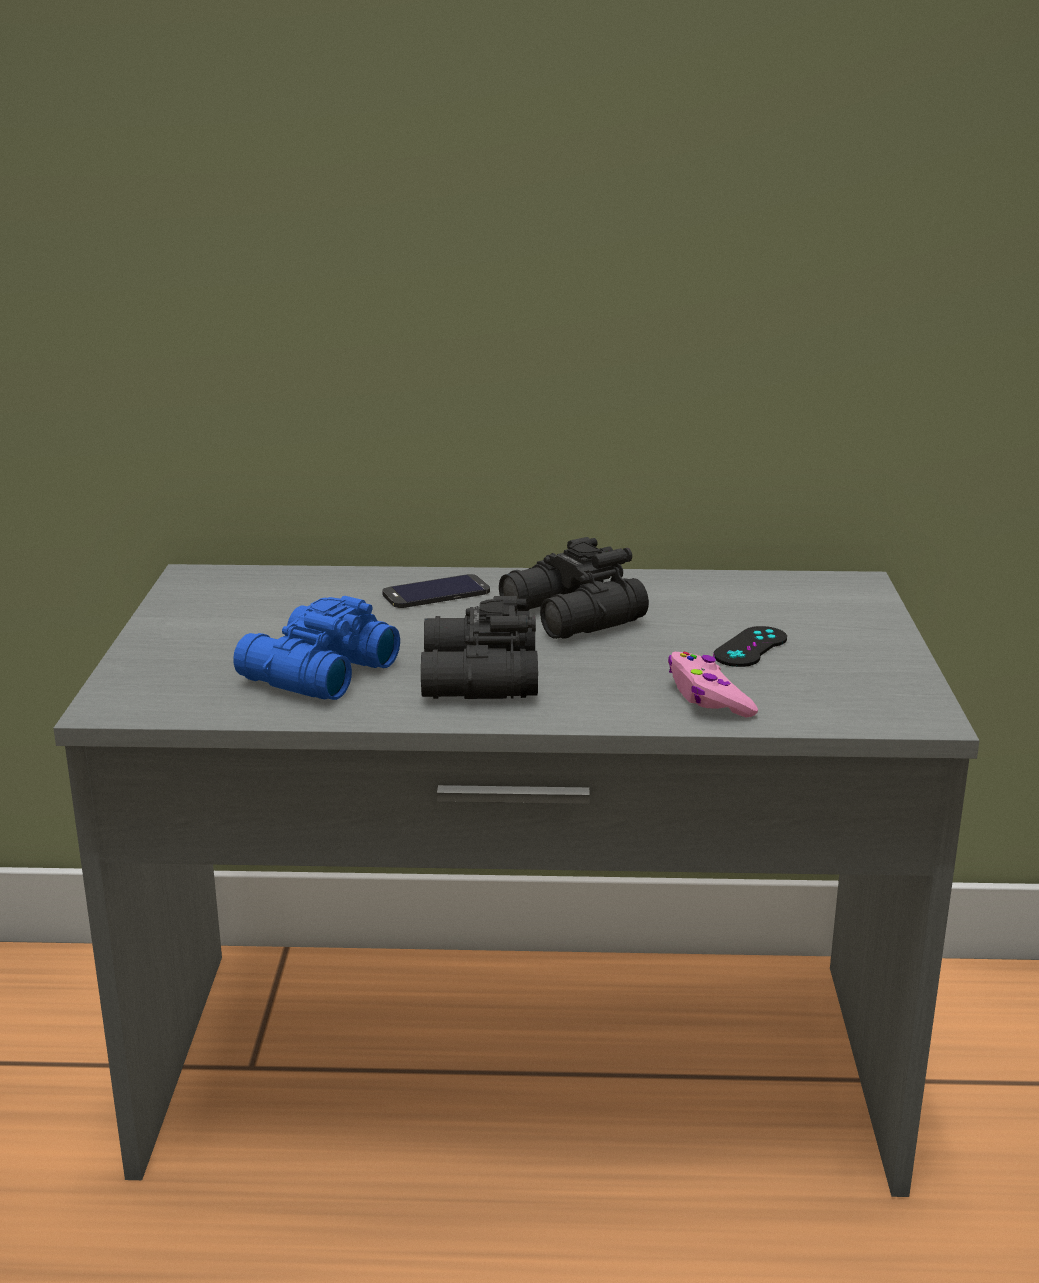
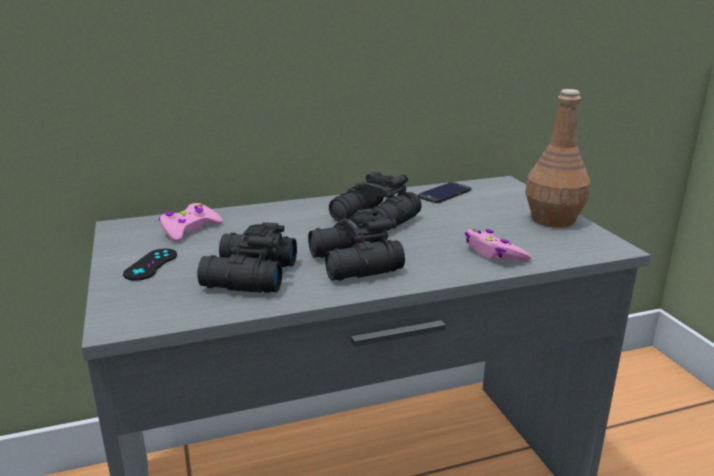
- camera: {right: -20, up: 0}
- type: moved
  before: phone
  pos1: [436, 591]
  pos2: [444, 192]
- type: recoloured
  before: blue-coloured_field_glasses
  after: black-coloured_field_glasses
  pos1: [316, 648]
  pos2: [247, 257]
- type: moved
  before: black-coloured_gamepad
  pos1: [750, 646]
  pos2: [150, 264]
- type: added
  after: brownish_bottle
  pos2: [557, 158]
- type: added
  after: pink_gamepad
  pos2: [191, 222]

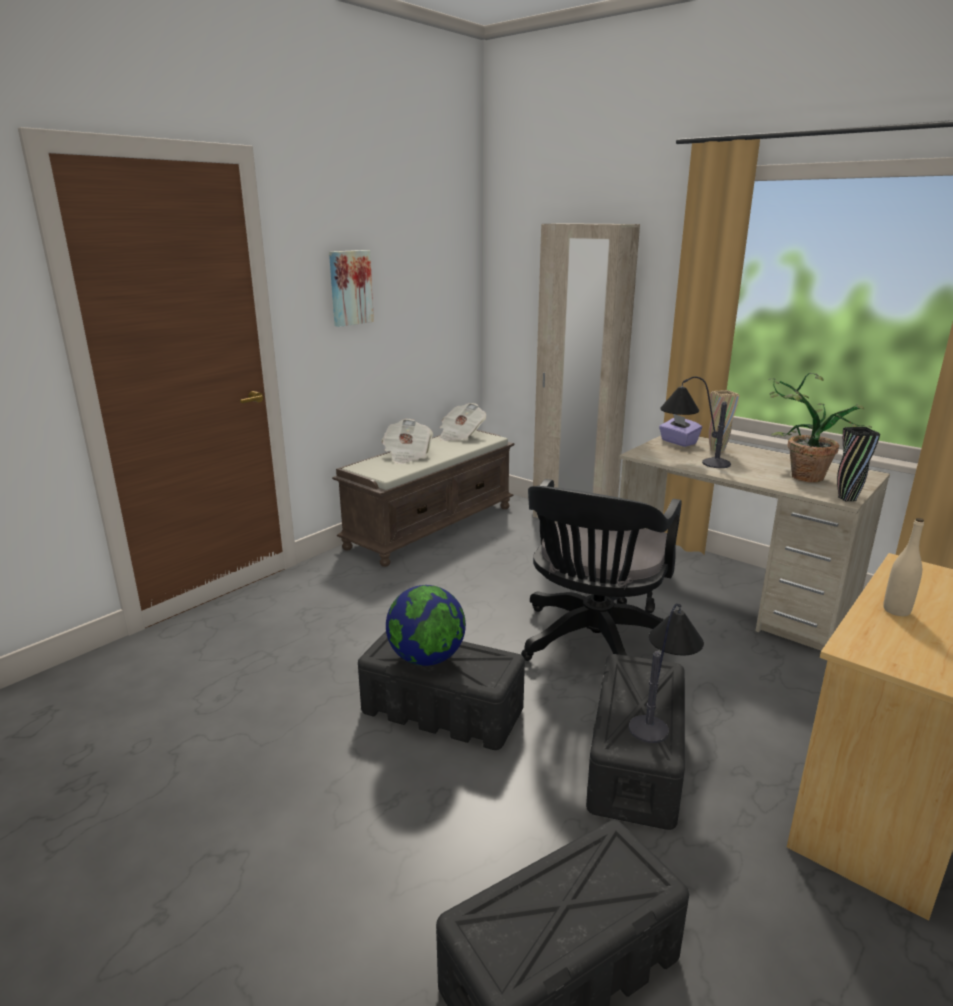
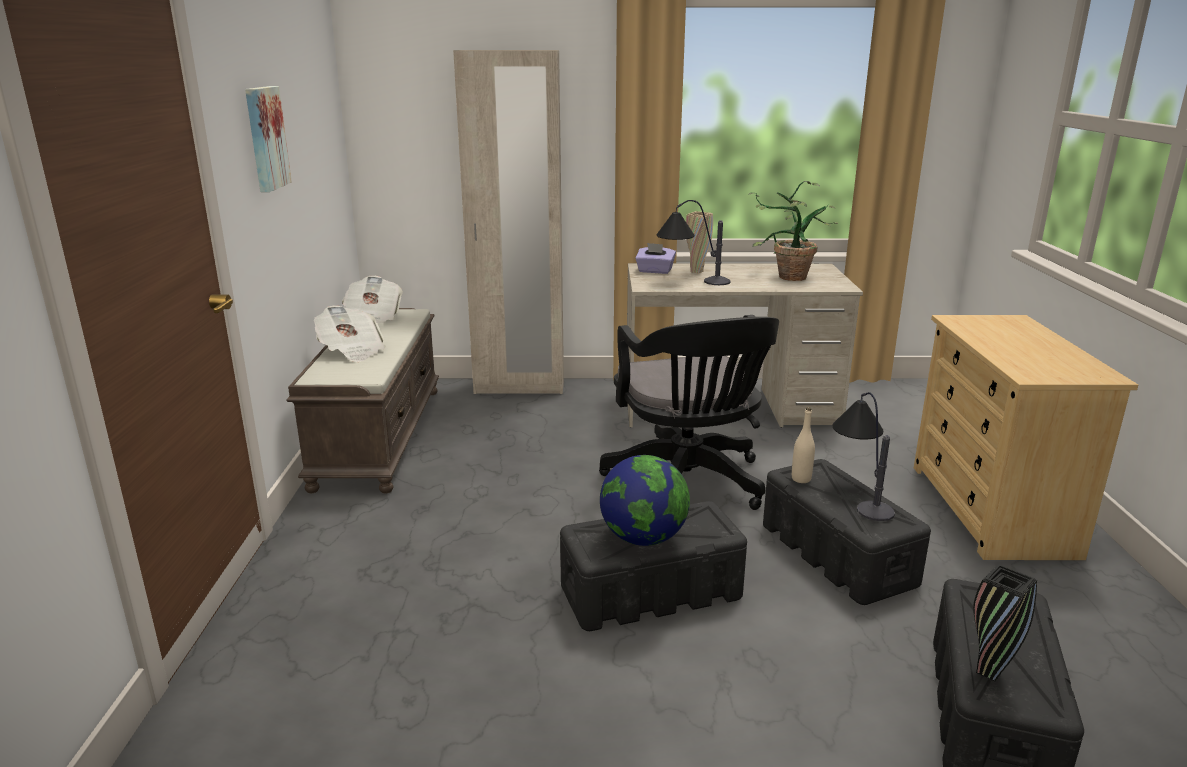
- camera: {right: -40, up: 0}
- type: moved
  before: black-coloured_flower_vase
  pos1: [858, 464]
  pos2: [1005, 622]
- type: moved
  before: beige_bottle
  pos1: [903, 567]
  pos2: [803, 445]

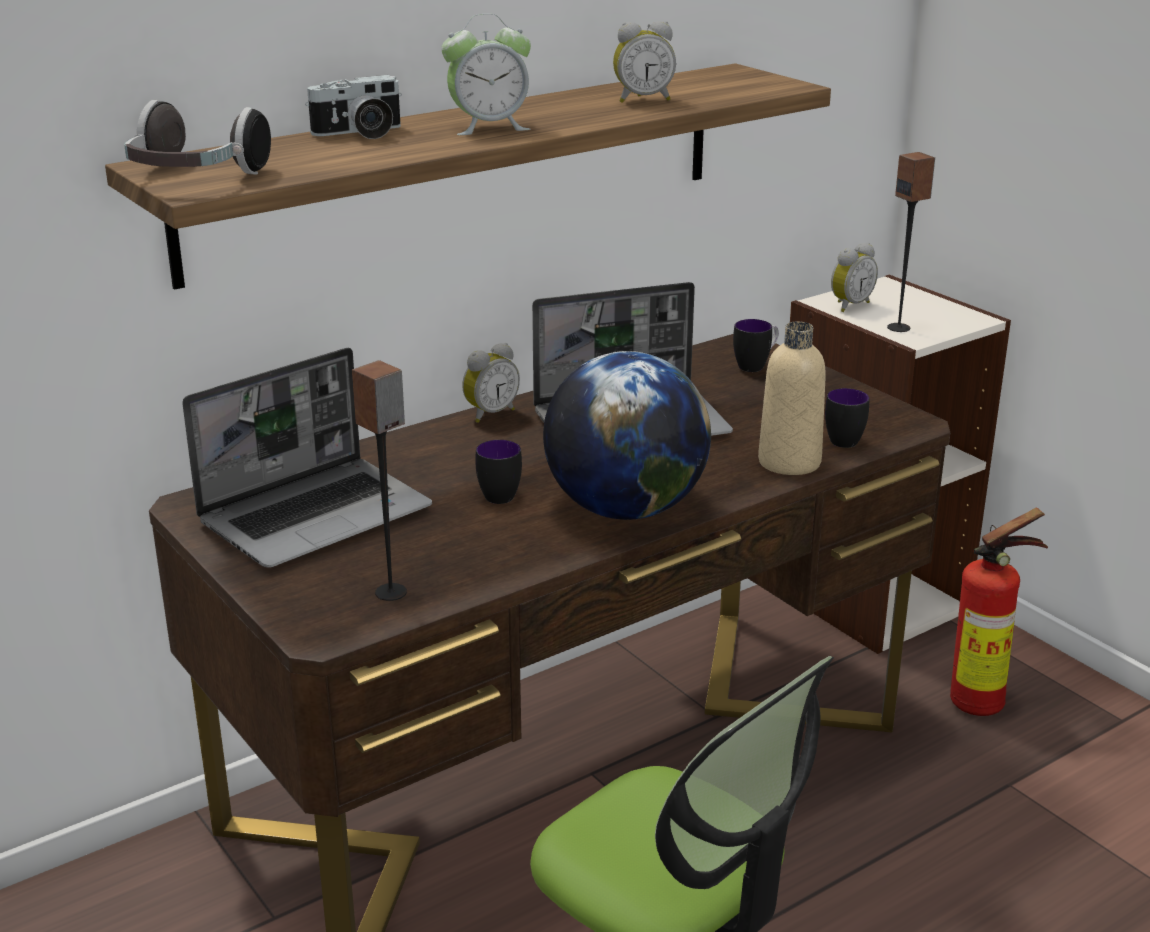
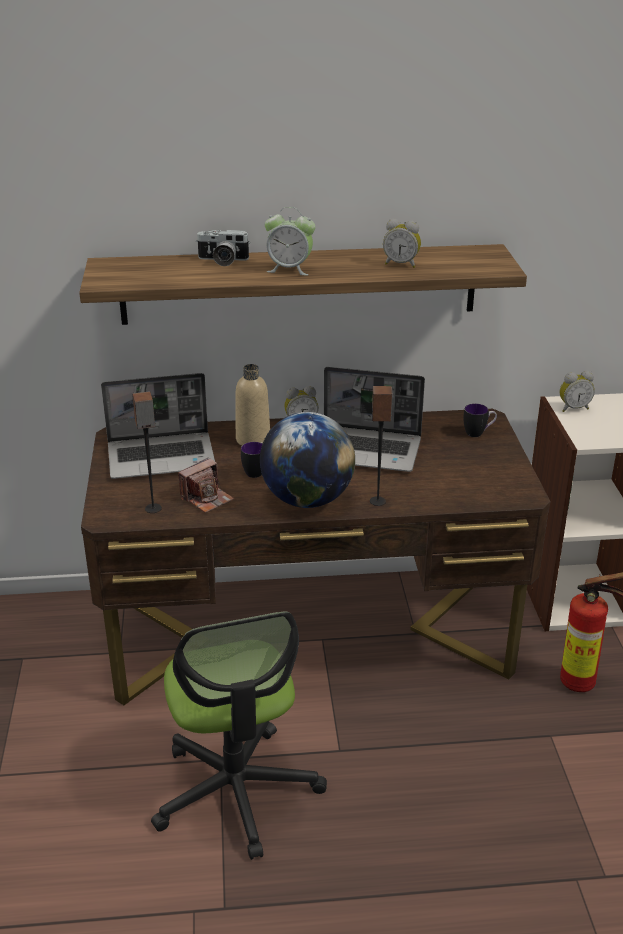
- camera: {right: 30, up: 5}
- type: removed
  before: headphones
  pos1: [197, 137]
- type: moved
  before: speaker
  pos1: [911, 242]
  pos2: [381, 446]
- type: moved
  before: beige_bottle
  pos1: [792, 398]
  pos2: [252, 405]
- type: removed
  before: mug
  pos1: [847, 418]
- type: added
  after: still_camera
  pos2: [206, 485]

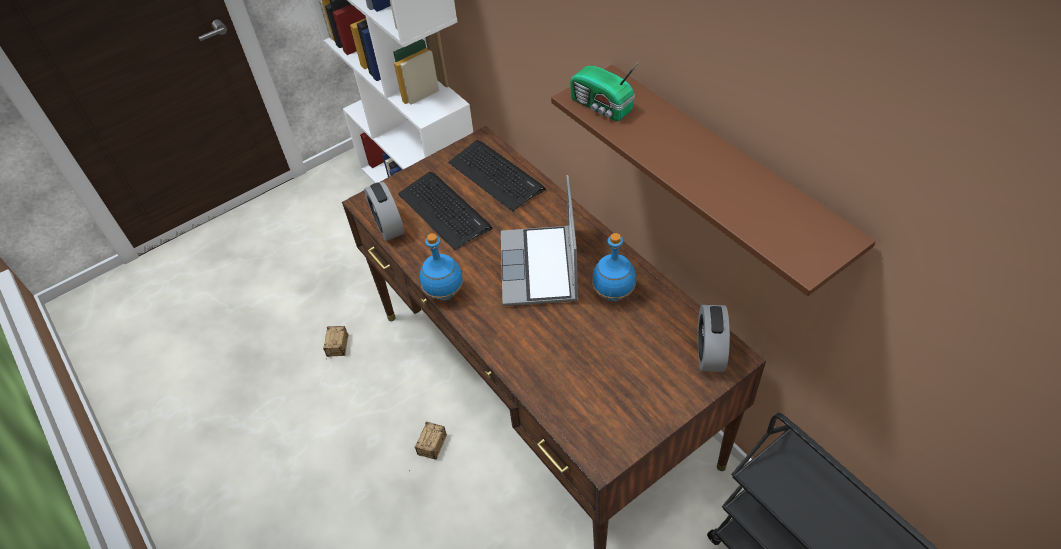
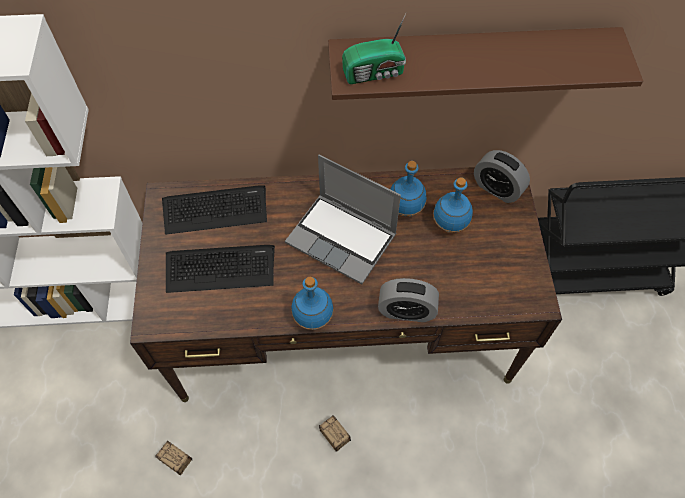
- camera: {right: -60, up: 10}
- type: moved
  before: alarm_clock
  pos1: [384, 211]
  pos2: [408, 300]
- type: added
  after: blue-coloured_bottle
  pos2: [453, 205]

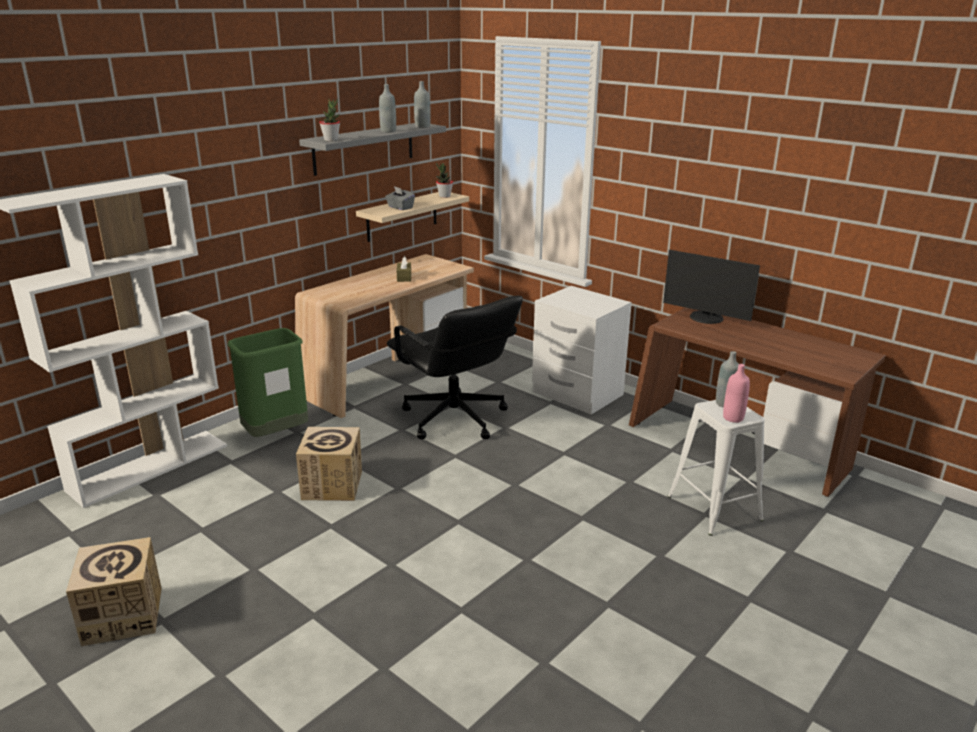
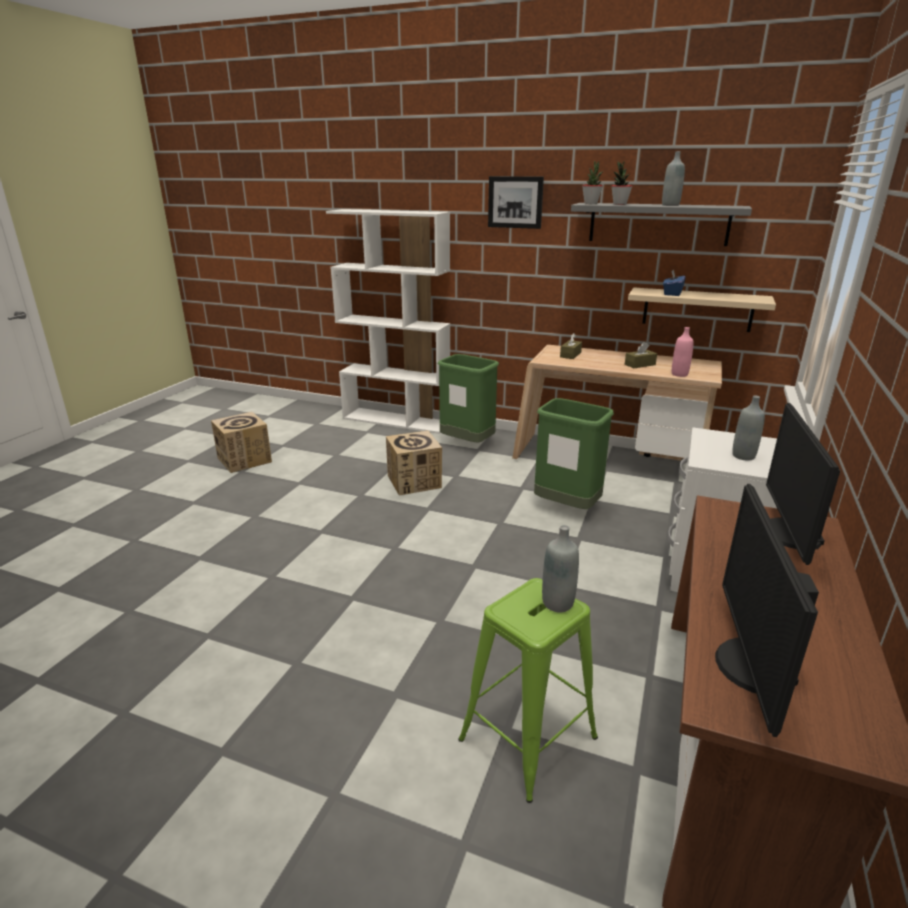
- camera: {right: 70, up: 0}
- type: moved
  before: grey_bottle
  pos1: [422, 104]
  pos2: [748, 428]
- type: moved
  before: potted_plant
  pos1: [444, 180]
  pos2: [621, 183]
- type: recoloured
  before: grey_tissue_box
  after: blue-coloured_tissue_box
  pos1: [400, 198]
  pos2: [674, 282]
- type: replaced
  before: black-coloured_office_chair
  after: greenish_trash_can
  pos1: [455, 367]
  pos2: [574, 453]
- type: moved
  before: pink_bottle
  pos1: [736, 393]
  pos2: [683, 352]
- type: recoloured
  before: white_stool
  after: greenish_stool
  pos1: [716, 468]
  pos2: [528, 690]
- type: added
  after: picture
  pos2: [516, 202]
- type: added
  after: brownish_tissue_box
  pos2: [571, 346]
- type: added
  after: computer_screen
  pos2: [767, 610]

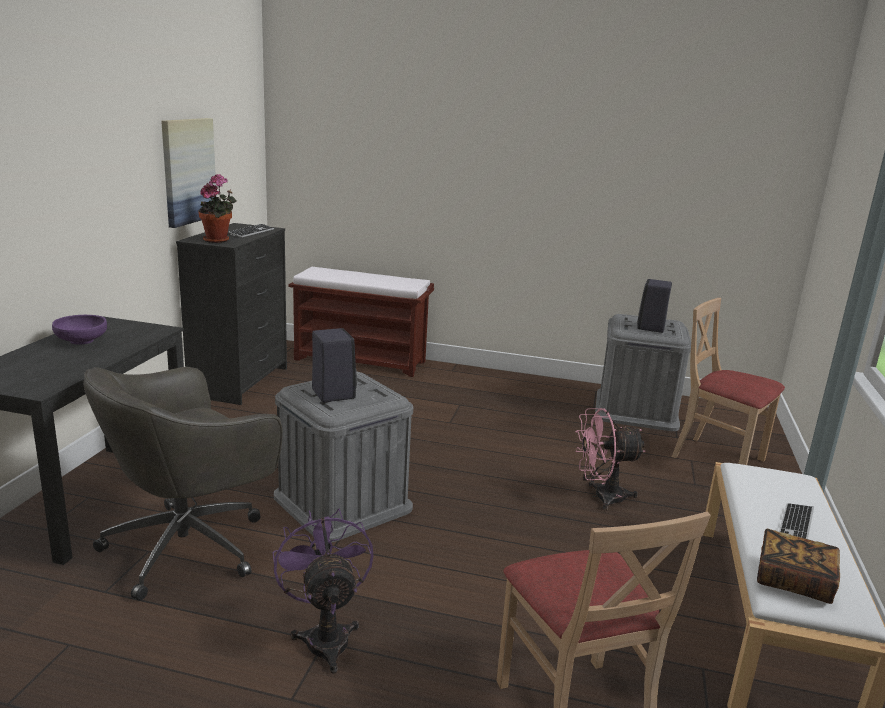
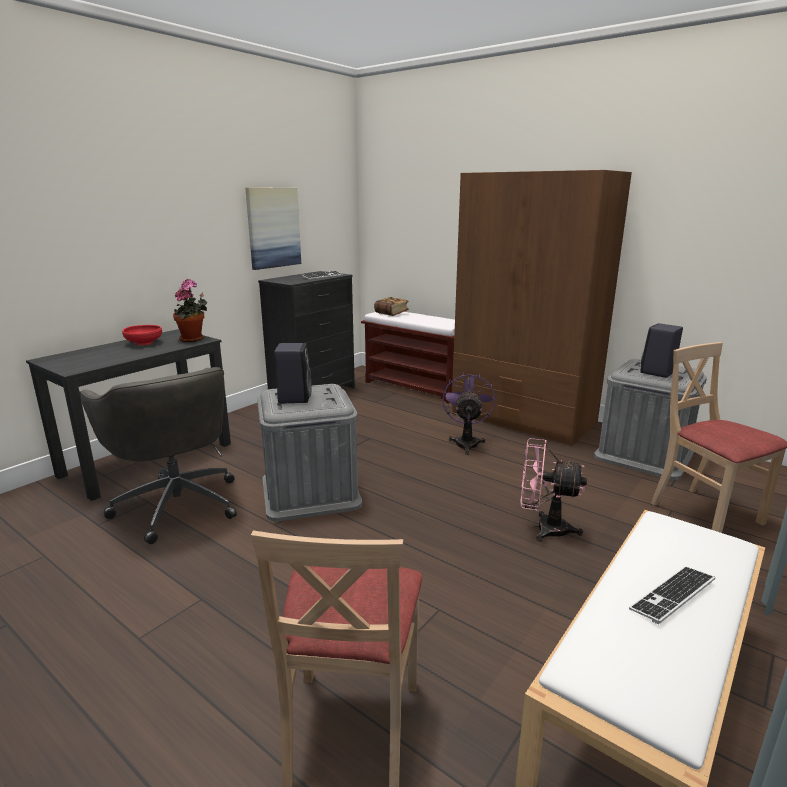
- camera: {right: 25, up: 0}
- type: moved
  before: potted_plant
  pos1: [217, 208]
  pos2: [190, 310]
- type: recoloured
  before: purple-coloured_serving_bowl
  after: red_serving_bowl
  pos1: [79, 330]
  pos2: [142, 335]
- type: turned
  before: grey_office_chair
  pos1: [183, 484]
  pos2: [158, 455]
  turn: -105
- type: moved
  before: purple-coloured_cooling_fan
  pos1: [323, 591]
  pos2: [469, 413]
- type: moved
  before: bound_book
  pos1: [798, 566]
  pos2: [391, 306]
- type: added
  after: brownish_wardrobe
  pos2: [541, 308]

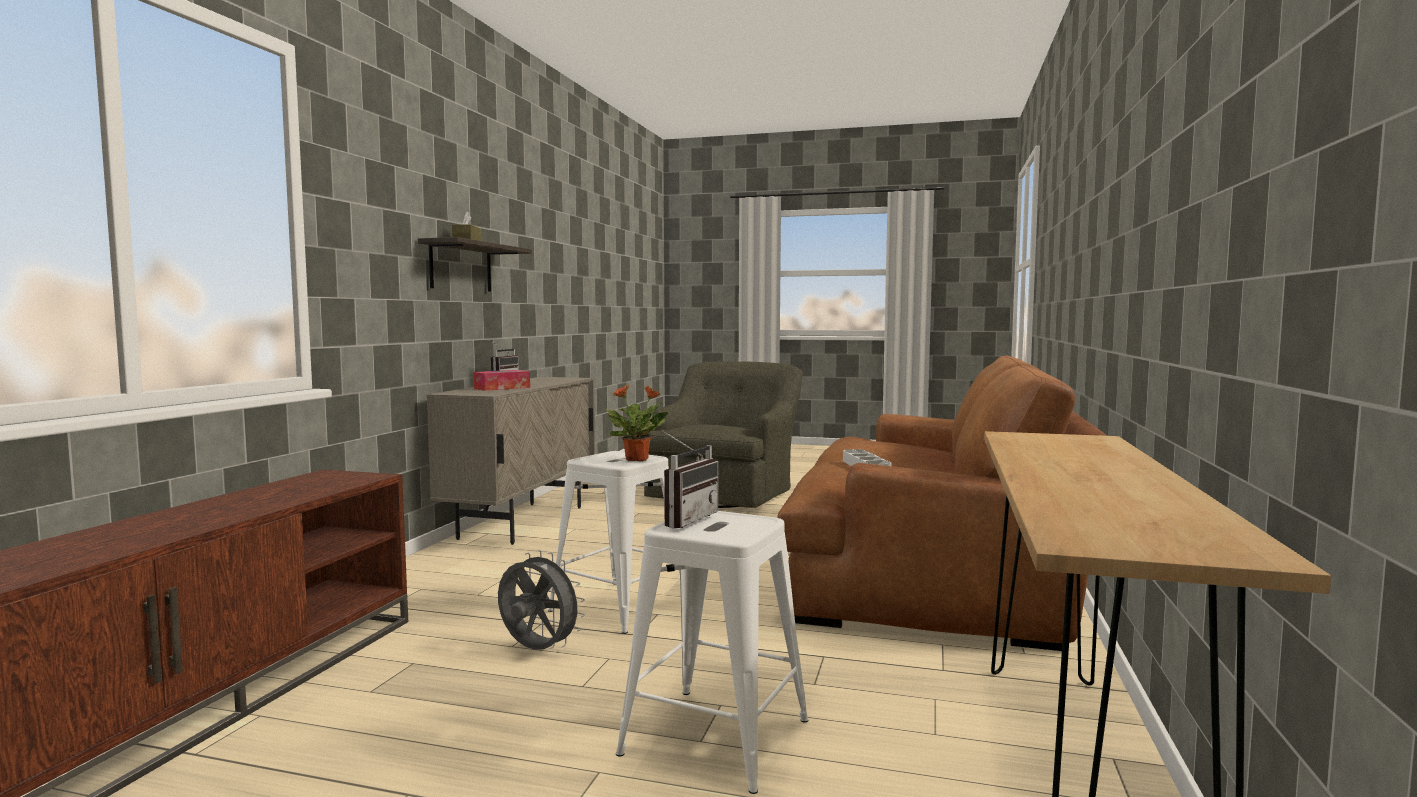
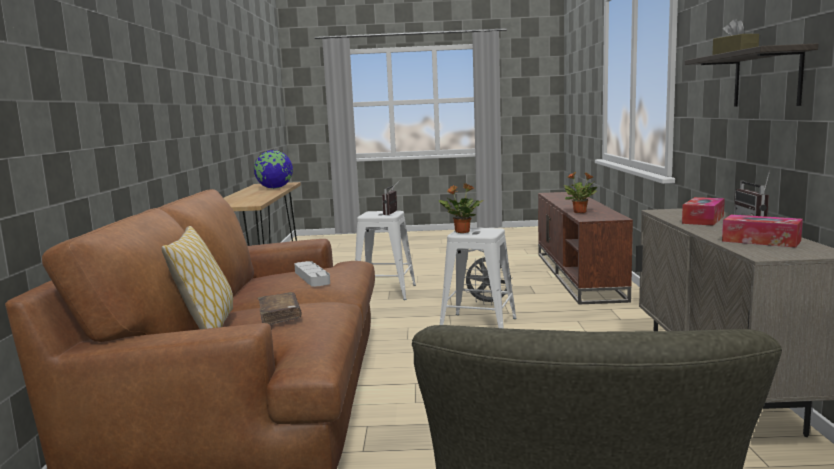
- camera: {right: 165, up: 5}
- type: added
  after: globe
  pos2: [273, 169]
- type: added
  after: potted_plant
  pos2: [580, 192]
- type: added
  after: tissue_box
  pos2: [762, 231]
- type: added
  after: cushion
  pos2: [197, 277]
- type: added
  after: brownish_bound_book
  pos2: [280, 309]

